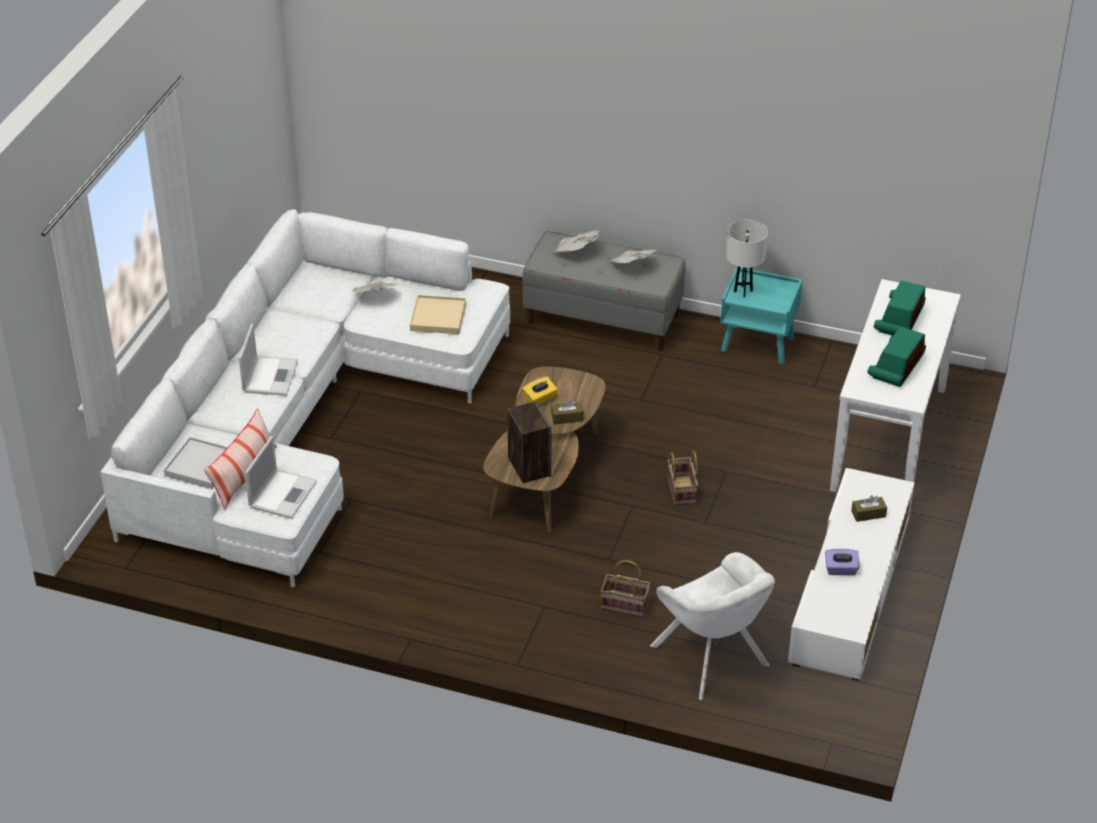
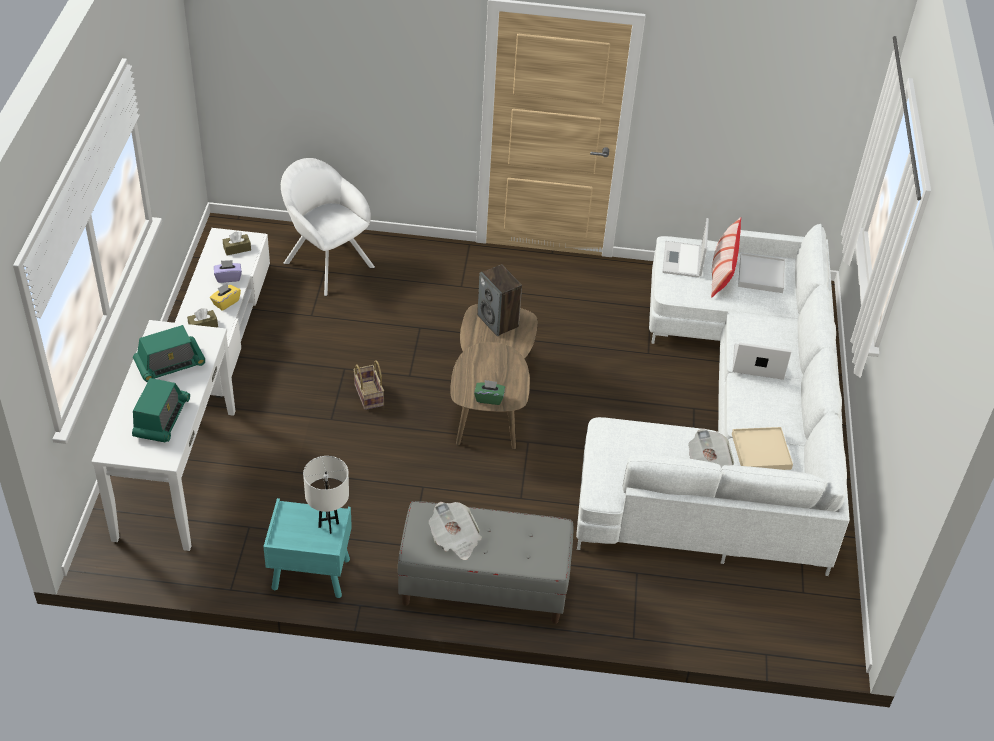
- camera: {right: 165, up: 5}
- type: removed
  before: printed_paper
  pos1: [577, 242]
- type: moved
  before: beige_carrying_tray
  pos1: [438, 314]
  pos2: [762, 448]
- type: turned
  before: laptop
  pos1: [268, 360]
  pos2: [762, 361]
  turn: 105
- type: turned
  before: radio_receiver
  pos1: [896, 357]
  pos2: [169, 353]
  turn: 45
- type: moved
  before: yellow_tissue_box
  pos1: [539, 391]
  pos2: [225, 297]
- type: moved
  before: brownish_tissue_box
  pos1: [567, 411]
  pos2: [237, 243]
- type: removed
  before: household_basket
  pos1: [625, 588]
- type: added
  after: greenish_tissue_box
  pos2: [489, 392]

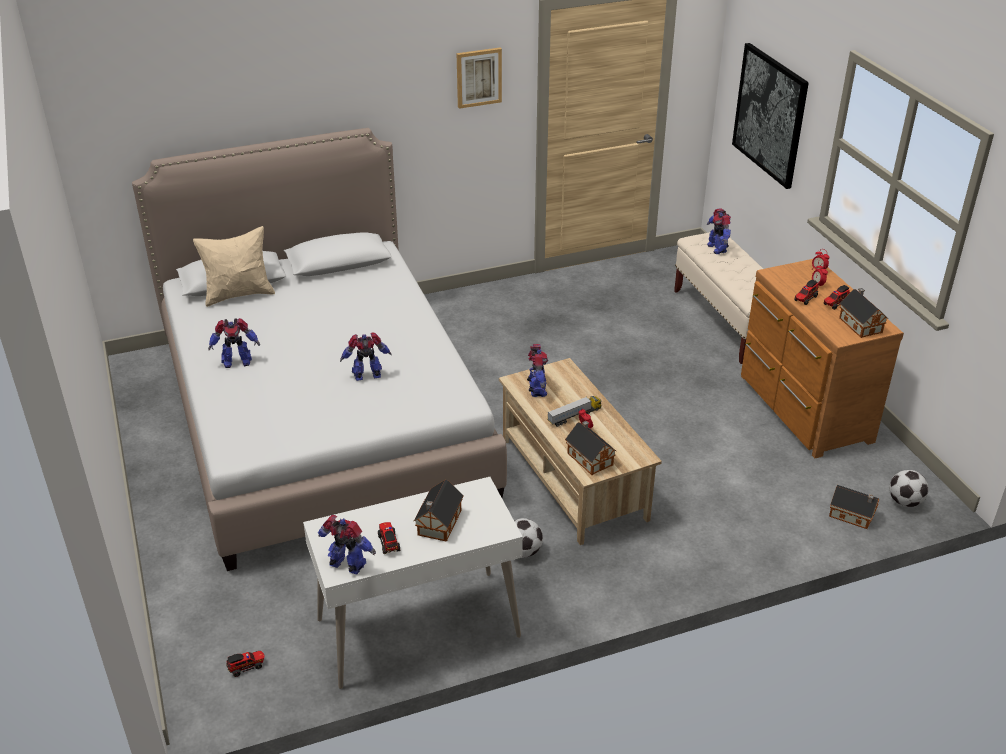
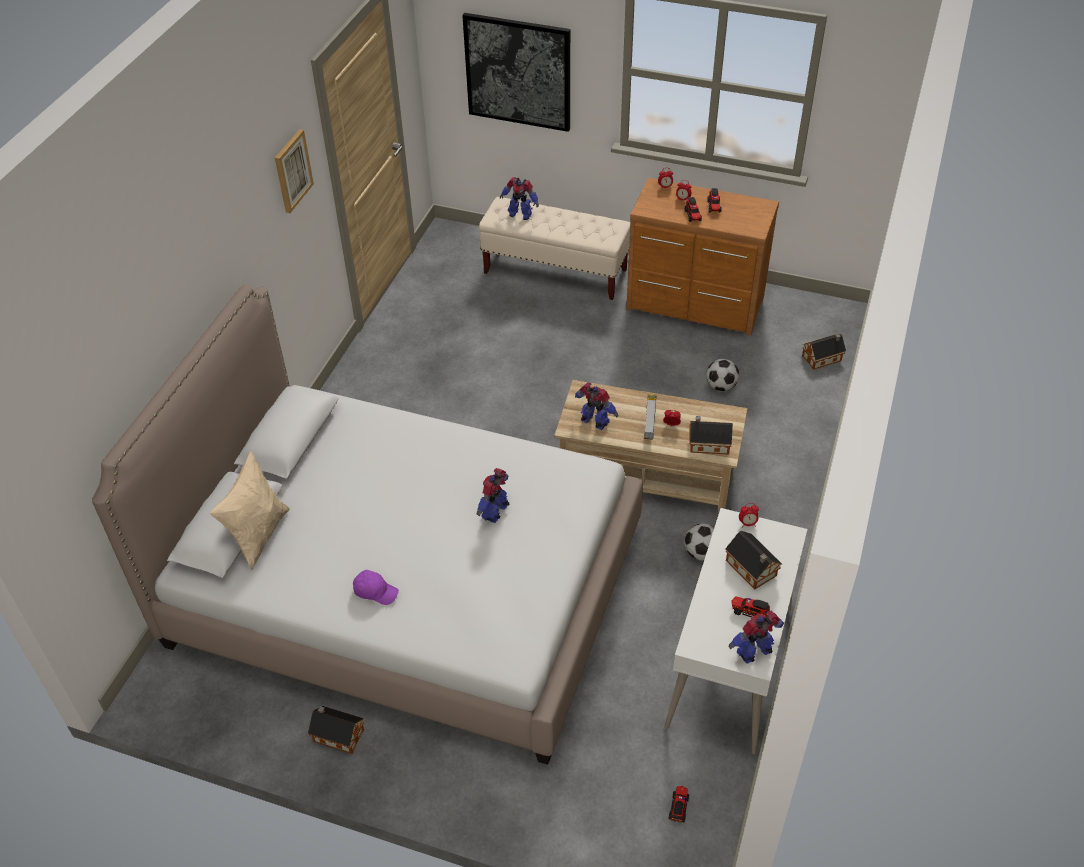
- camera: {right: -50, up: 10}
- type: moved
  before: toy_house
  pos1: [863, 313]
  pos2: [336, 730]
- type: replaced
  before: toy_robot
  after: purple-coloured_cap
  pos1: [234, 343]
  pos2: [376, 587]
- type: moved
  before: ball_for_football
  pos1: [909, 488]
  pos2: [722, 375]
- type: added
  after: alarm_clock
  pos2: [749, 515]

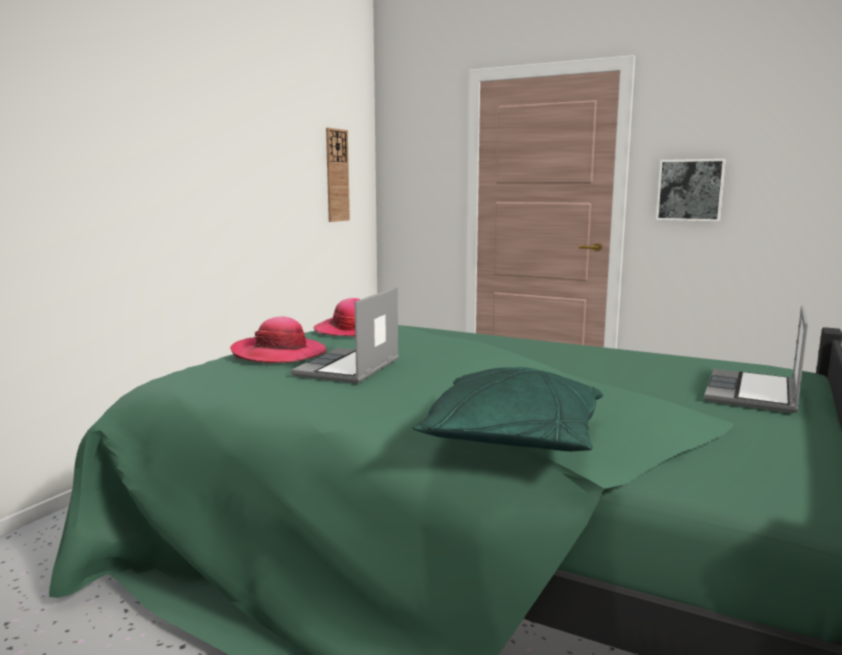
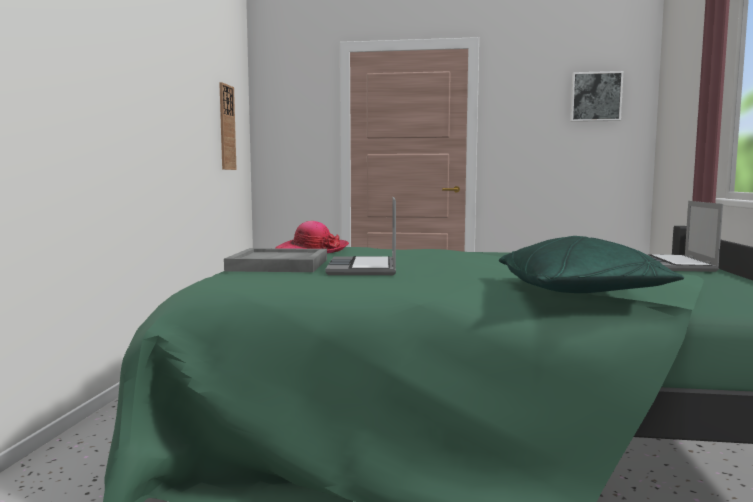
- camera: {right: -20, up: -5}
- type: moved
  before: picture
  pos1: [691, 190]
  pos2: [596, 96]
- type: replaced
  before: wearable_hat
  after: grey_carrying_tray
  pos1: [278, 339]
  pos2: [275, 260]

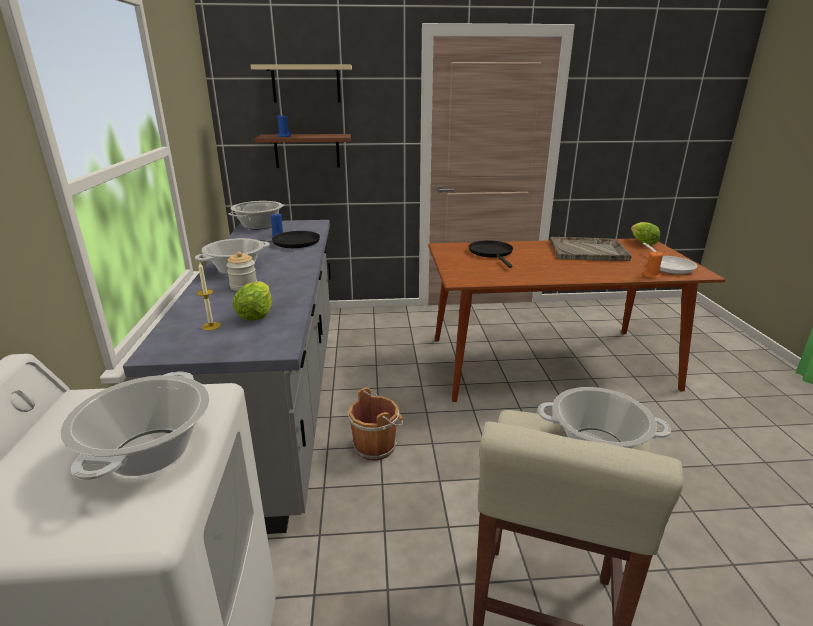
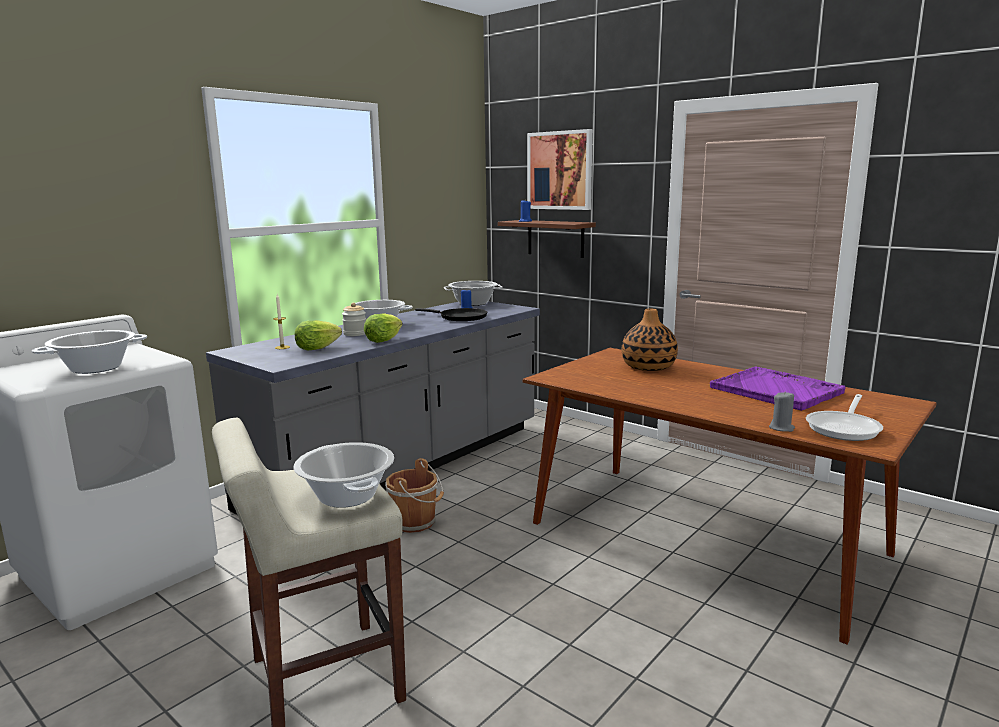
- camera: {right: 45, up: -10}
- type: replaced
  before: beige_wall_shelf
  after: picture
  pos1: [301, 83]
  pos2: [560, 169]
- type: moved
  before: lettuce_head
  pos1: [645, 233]
  pos2: [383, 328]
- type: recoloured
  before: grey_carrying_tray
  after: purple-coloured_carrying_tray
  pos1: [591, 249]
  pos2: [778, 389]
- type: replaced
  before: black-coloured_skillet
  after: flower_vase
  pos1: [491, 254]
  pos2: [650, 339]
- type: recoloured
  before: orange_wax_light
  after: grey_wax_light
  pos1: [653, 265]
  pos2: [782, 411]

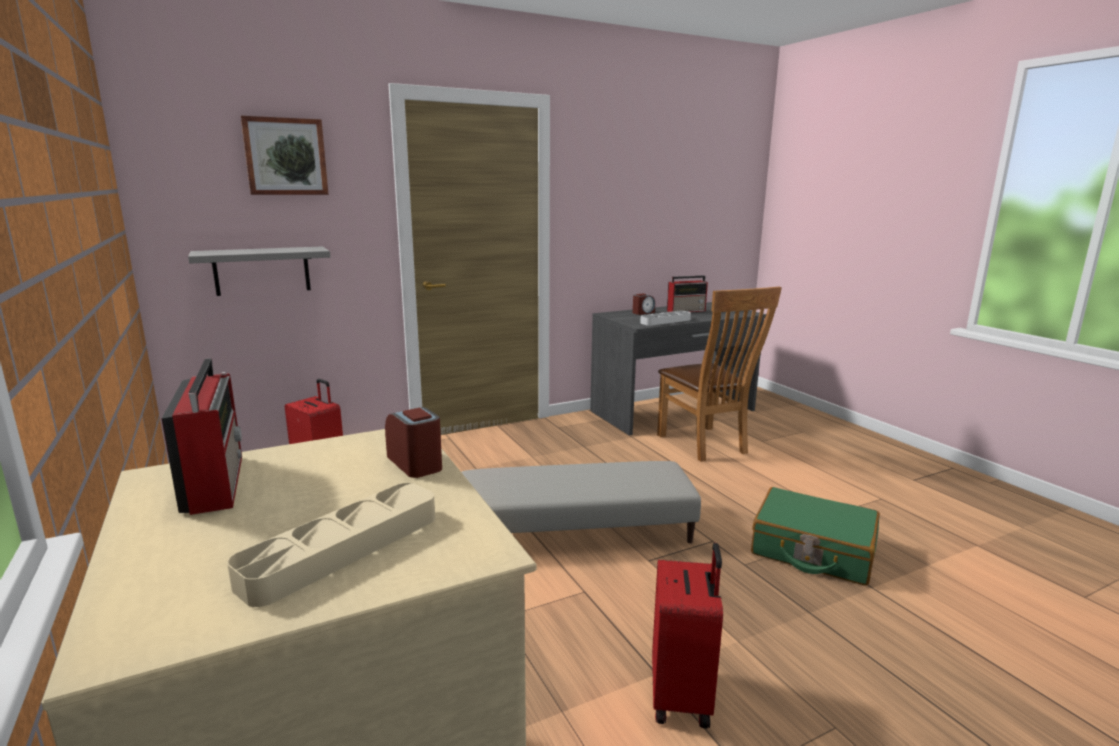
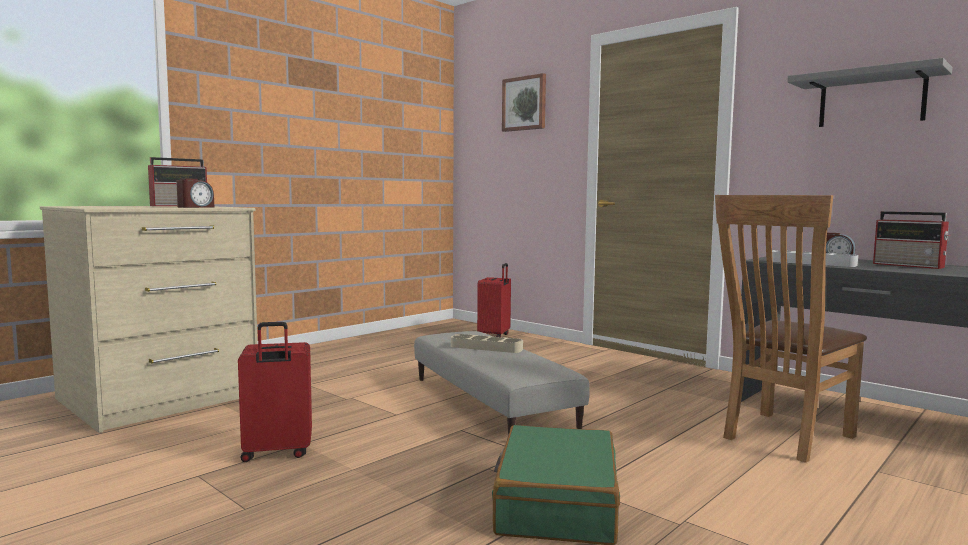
- camera: {right: 70, up: -10}
- type: moved
  before: grey_wall_shelf
  pos1: [259, 271]
  pos2: [870, 92]
- type: moved
  before: beige_carrying_tray
  pos1: [331, 545]
  pos2: [487, 343]

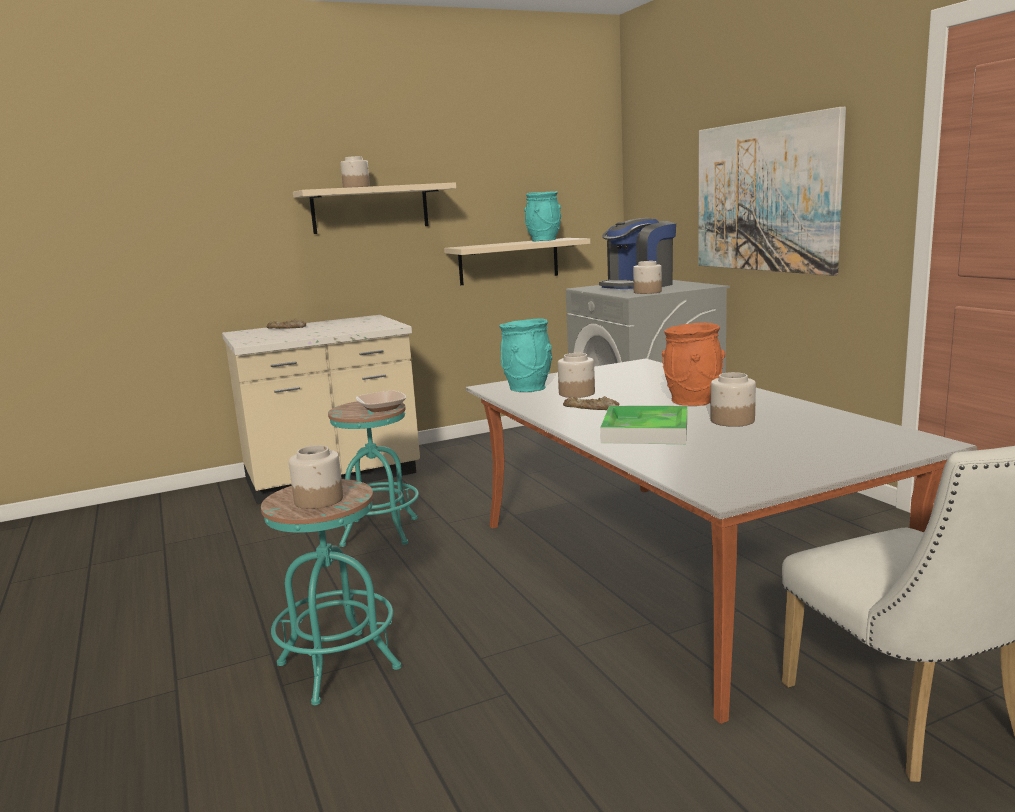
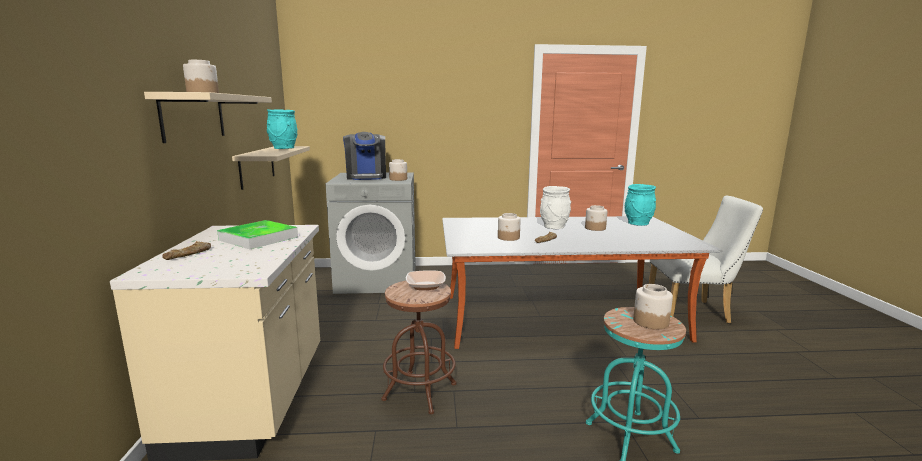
- camera: {right: -70, up: 0}
- type: removed
  before: picture
  pos1: [772, 191]
- type: moved
  before: turquoise_flower_vase
  pos1: [525, 355]
  pos2: [640, 205]
- type: recoloured
  before: orange_flower_vase
  after: white_flower_vase
  pos1: [693, 364]
  pos2: [555, 207]
- type: recoloured
  before: turquoise_stool
  after: brownish_stool
  pos1: [373, 474]
  pos2: [418, 347]
- type: moved
  before: carrying_tray
  pos1: [643, 425]
  pos2: [257, 234]

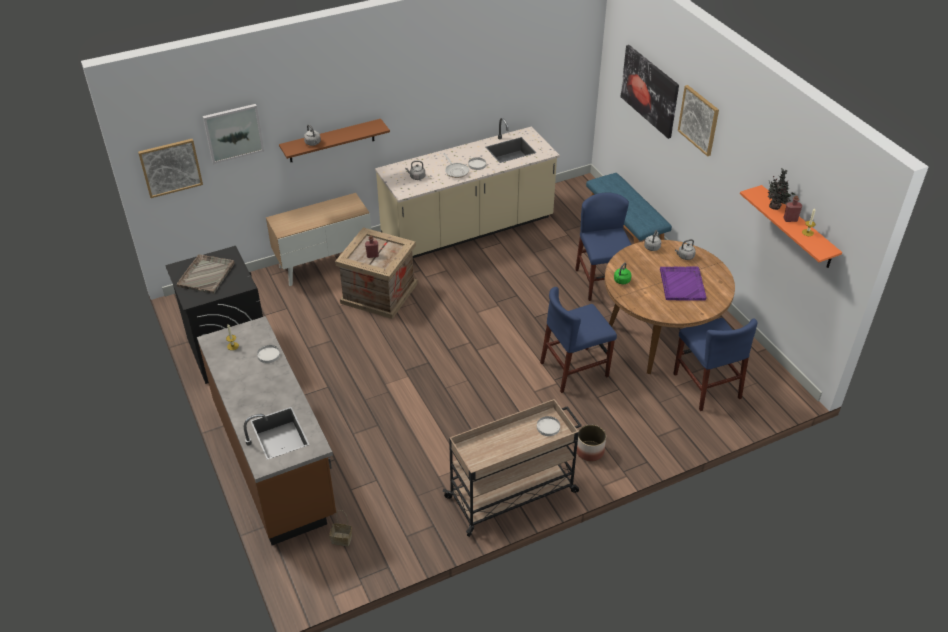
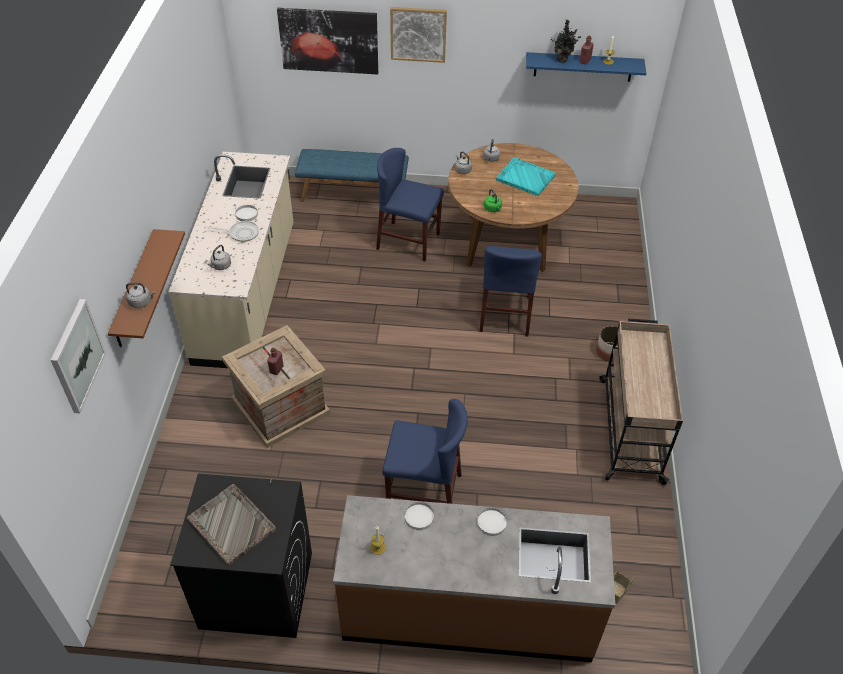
- camera: {right: -60, up: 5}
- type: removed
  before: picture
  pos1: [170, 168]
- type: recoloured
  before: orange_wall_shelf
  after: blue-coloured_wall_shelf
  pos1: [791, 226]
  pos2: [586, 67]
- type: removed
  before: cupboard
  pos1: [318, 239]
- type: recoloured
  before: purple-coloured_carrying_tray
  after: turquoise_carrying_tray
  pos1: [683, 283]
  pos2: [526, 176]
- type: moved
  before: blue-coloured_chair
  pos1: [715, 364]
  pos2: [425, 451]
- type: moved
  before: white_flat_dish
  pos1: [548, 426]
  pos2: [492, 522]

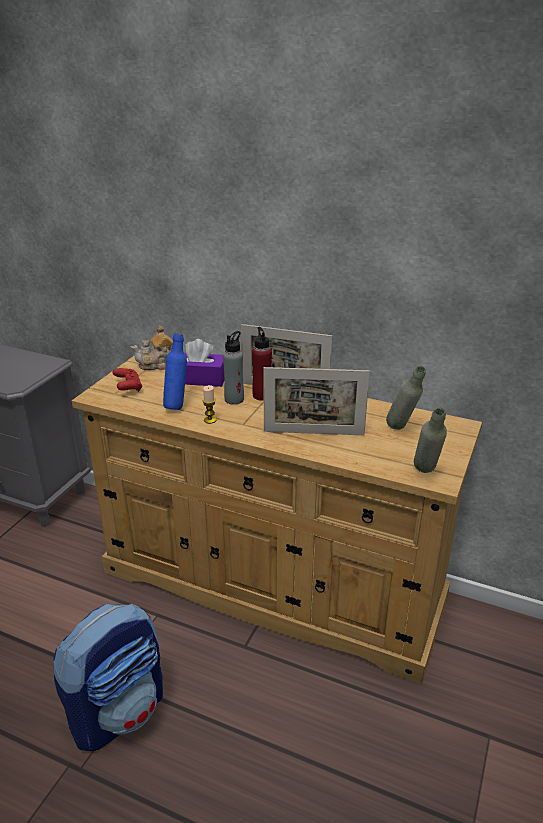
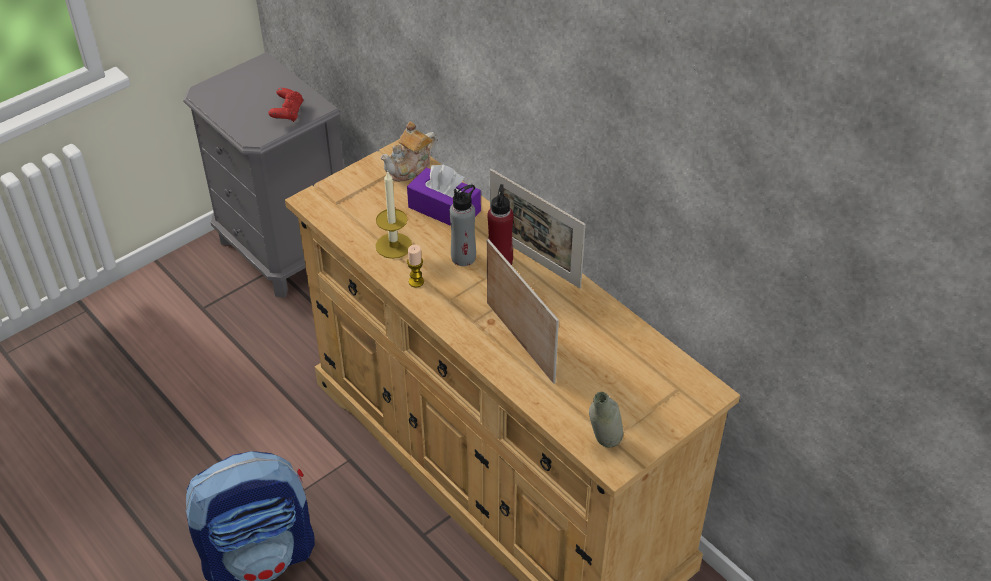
- camera: {right: 25, up: 15}
- type: turned
  before: tea_pot
  pos1: [152, 348]
  pos2: [409, 152]
  turn: -45
- type: replaced
  before: blue-coloured_bottle
  after: wax_light
  pos1: [175, 371]
  pos2: [394, 215]
- type: removed
  before: grey_bottle
  pos1: [406, 398]
- type: turned
  before: standing_frame
  pos1: [316, 401]
  pos2: [523, 311]
  turn: -150
- type: moved
  before: red_gamepad
  pos1: [127, 380]
  pos2: [286, 105]

